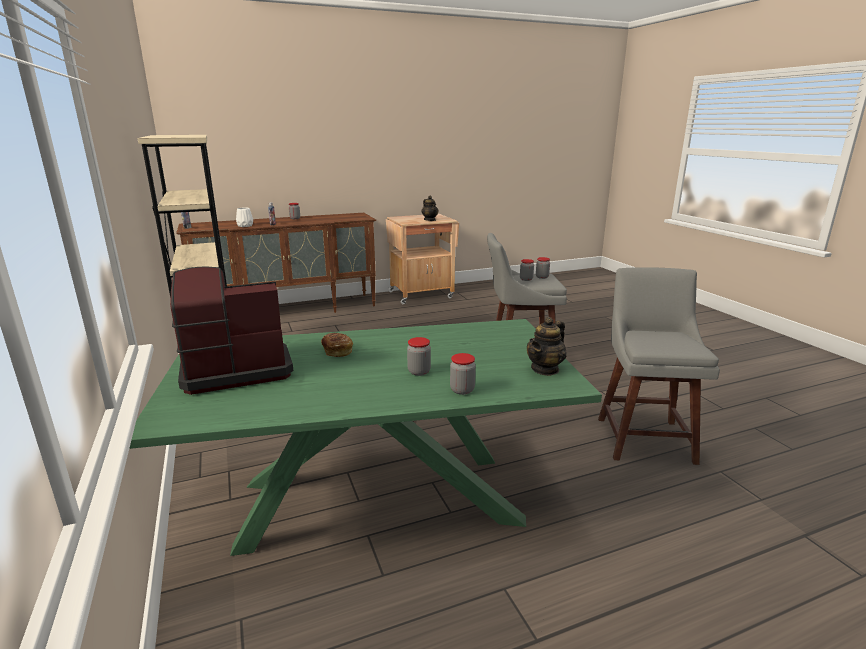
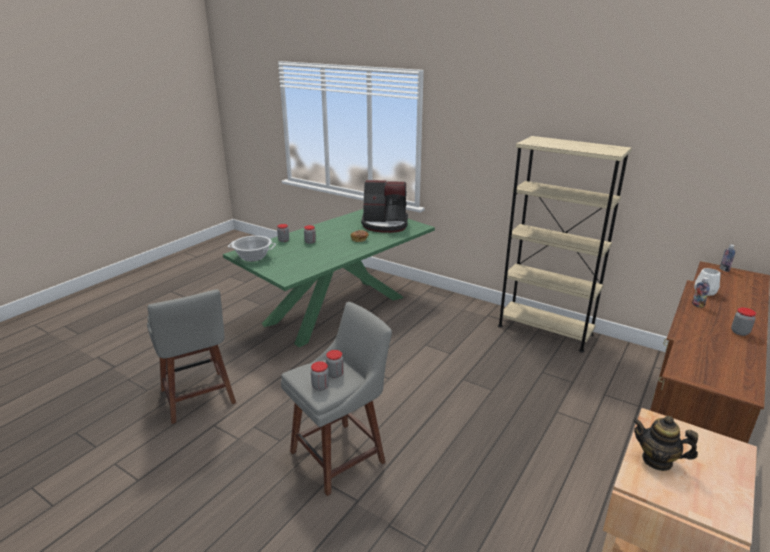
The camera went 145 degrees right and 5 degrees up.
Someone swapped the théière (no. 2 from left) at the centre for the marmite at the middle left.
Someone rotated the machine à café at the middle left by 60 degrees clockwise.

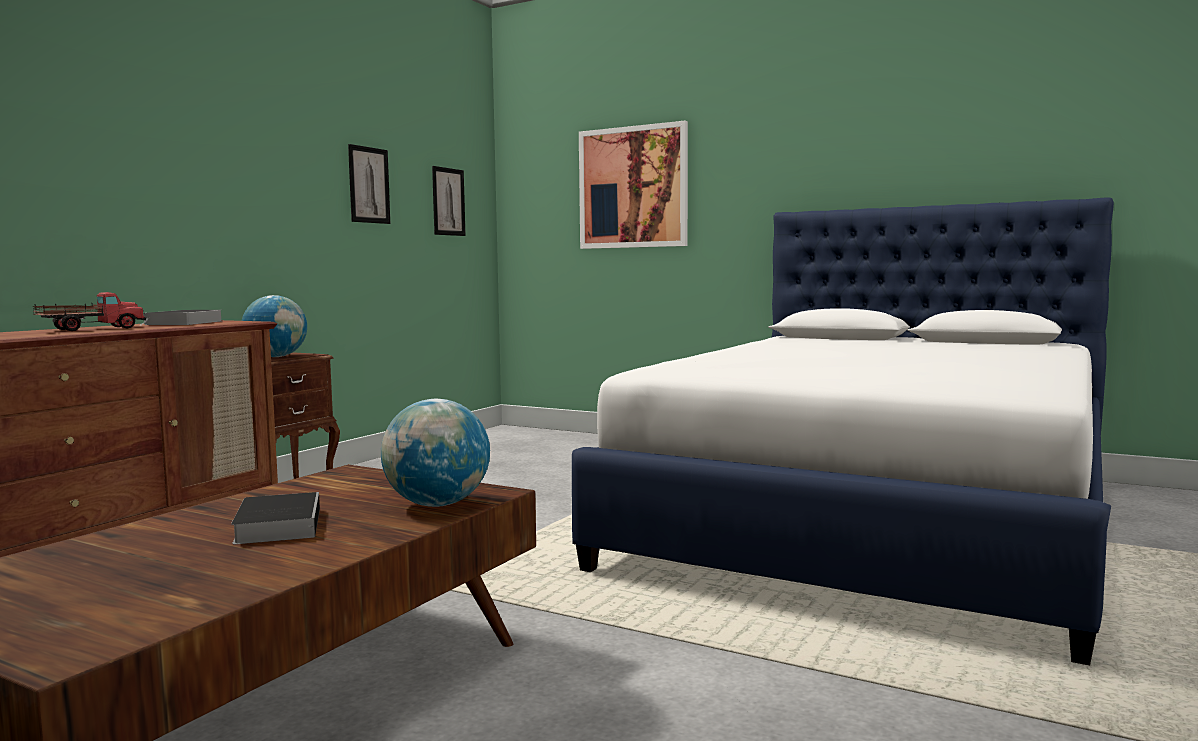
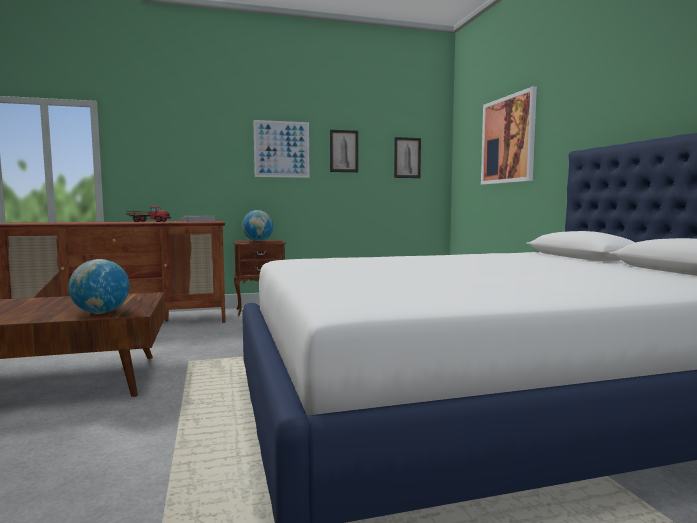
The camera went 45 degrees right and 0 degrees up.
Someone put up the tableau (no. 1 from left) at the top centre.
Someone took away the livre (no. 2 from left) at the bottom left.

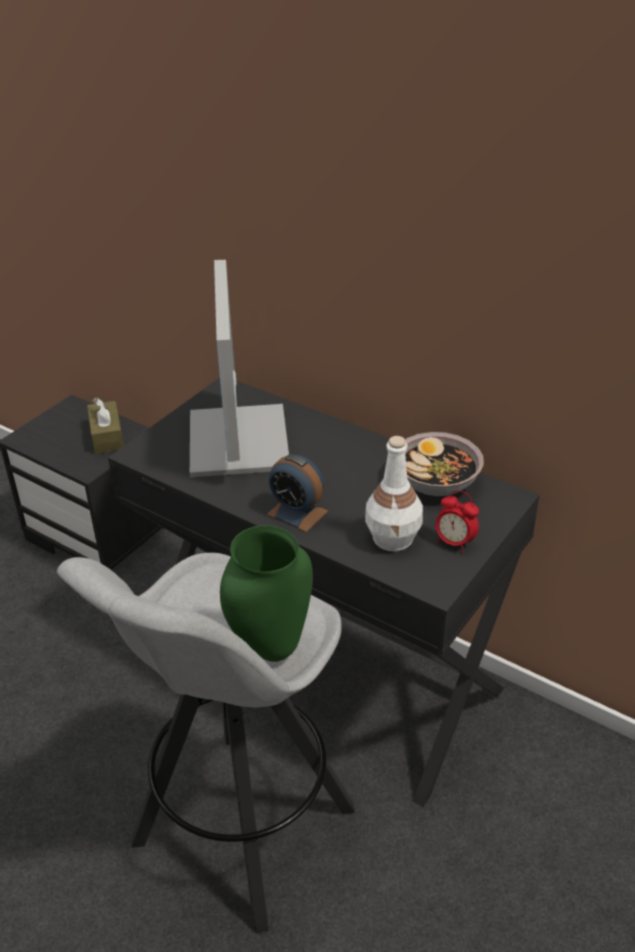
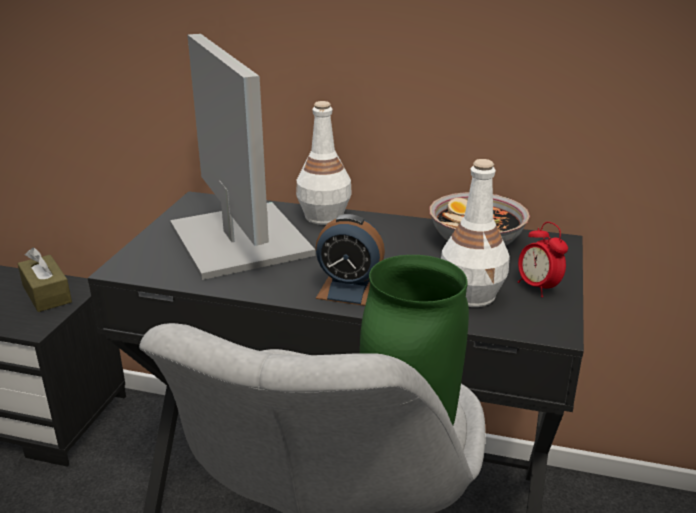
The camera went 20 degrees left and 10 degrees down.
Someone put down the bouteille (blanc) (no. 1 from left) at the top centre.
Someone rotated the réveil (no. 2 from left) at the middle right by 45 degrees clockwise.

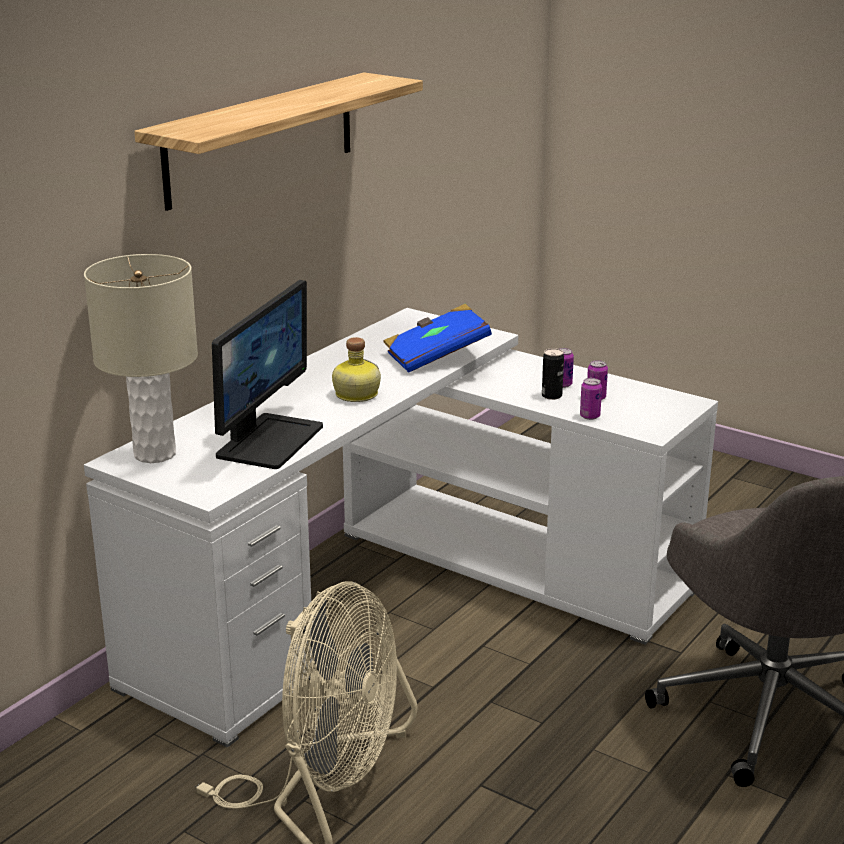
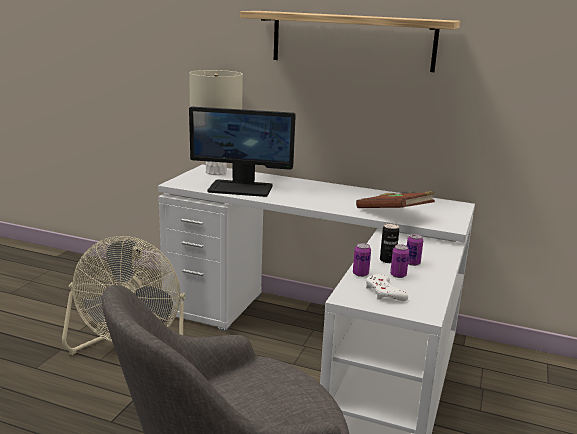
The camera went 75 degrees right and 5 degrees down.
Someone repainted the livre (bleu) at the centre, which became the livre (marron) at the middle right.
Someone put down the manette (blanc) at the middle right.
Someone took away the bouteille at the centre.

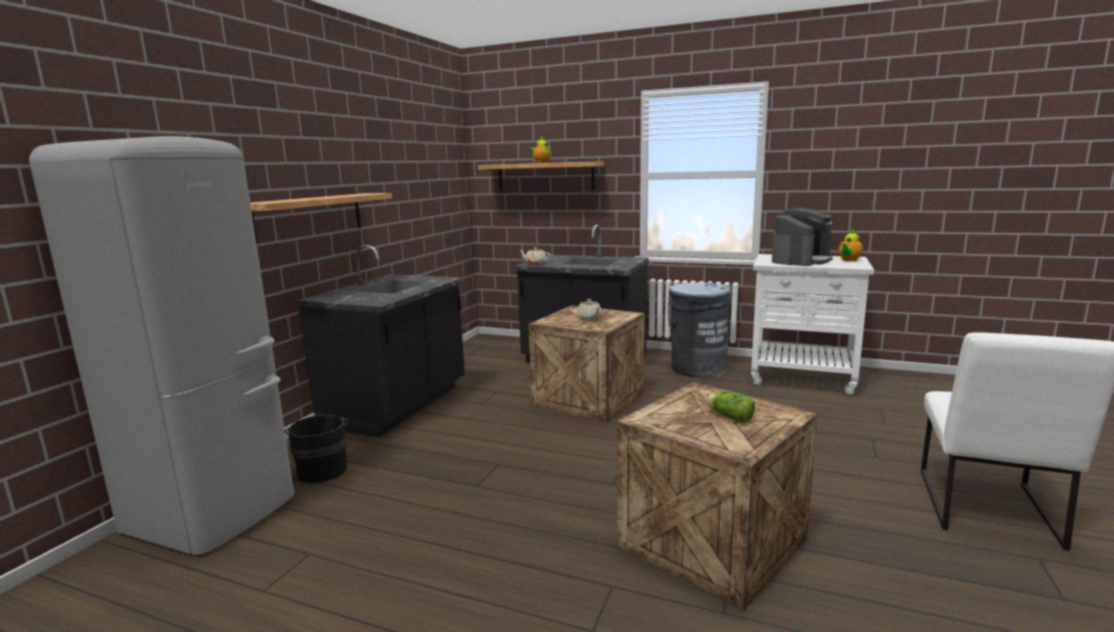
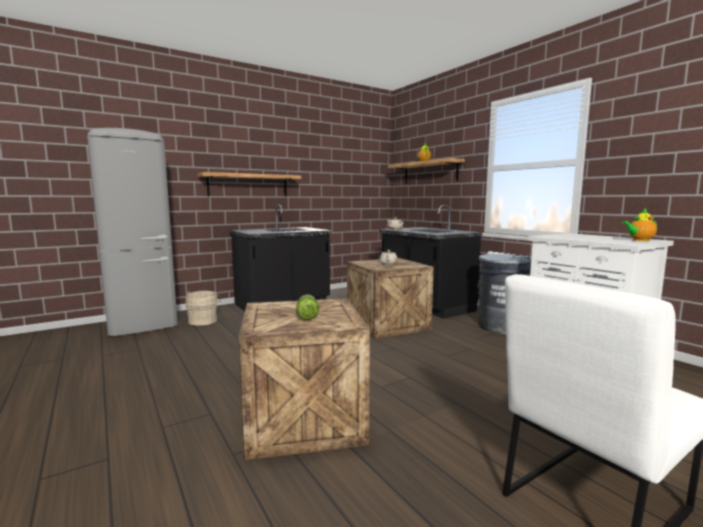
The camera went 35 degrees right and 5 degrees down.
Someone repainted the seau (noir) at the bottom left, which became the seau (beige) at the middle left.
Someone took away the machine à café at the middle right.

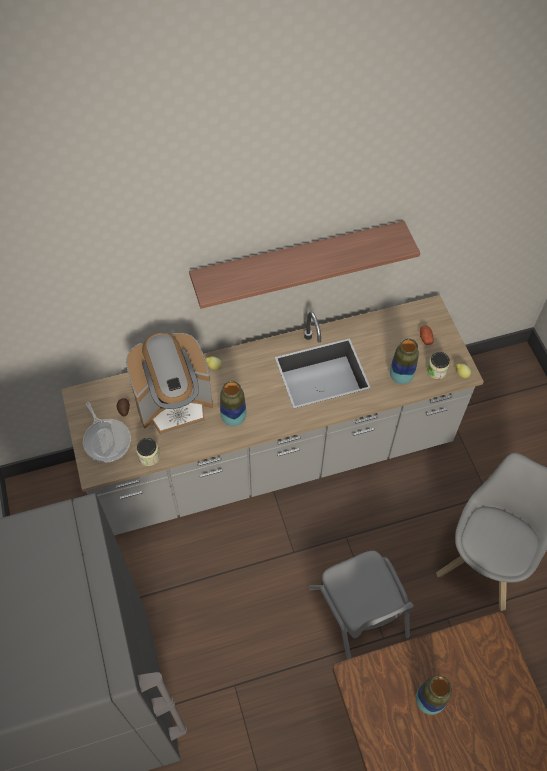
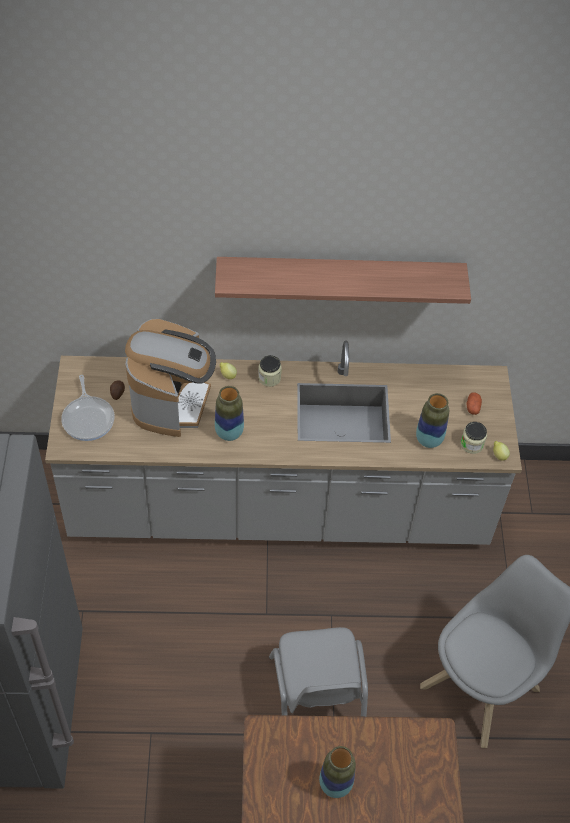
The camera went 15 degrees right and 5 degrees down.
Someone rotated the machine à café at the middle left by 75 degrees counterclockwise.
Someone carried the bocal (no. 1 from left) from the middle left to the centre.

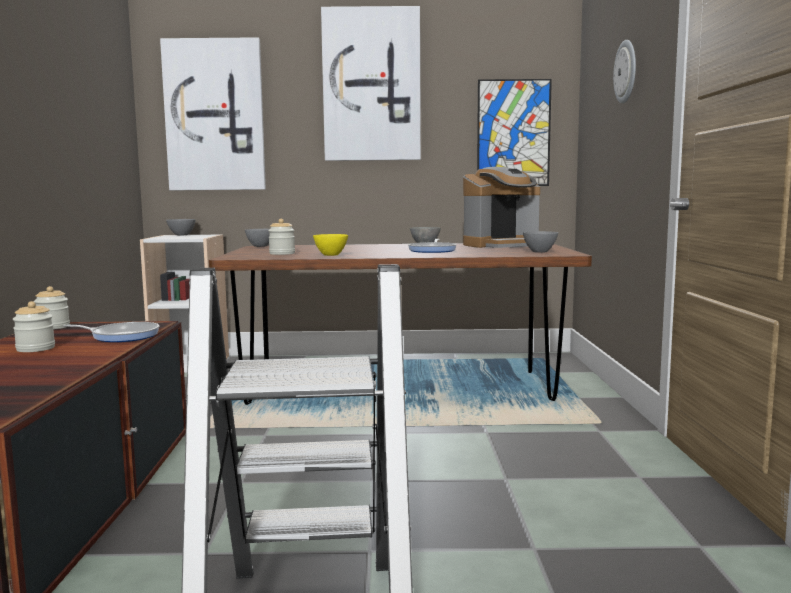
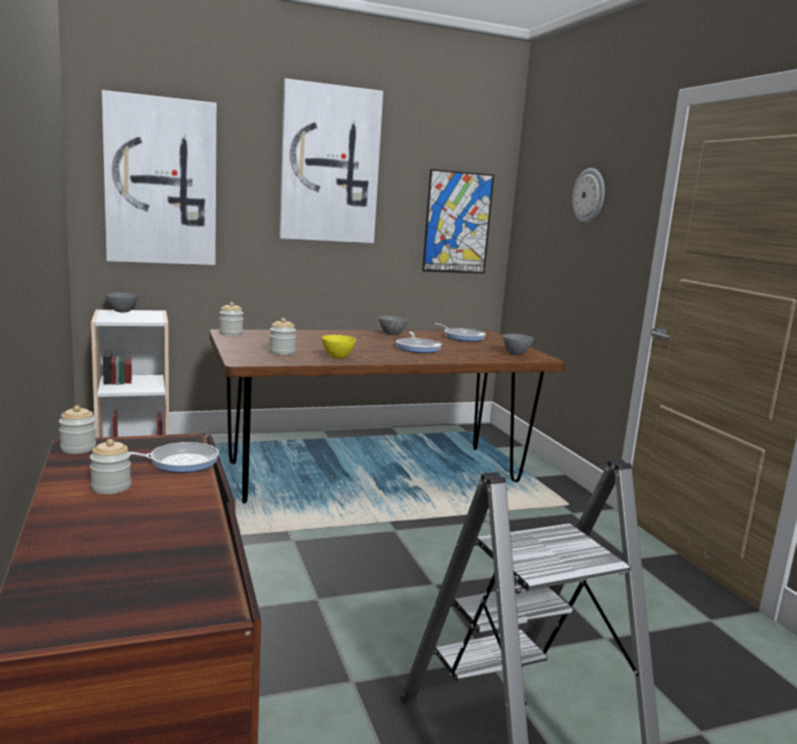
The camera went 20 degrees left and 5 degrees up.
Someone swapped the bol (gris) (no. 2 from left) at the middle left for the bocal (no. 3 from left) at the middle left.
Someone swapped the machine à café at the centre for the poêle (no. 3 from left) at the centre.

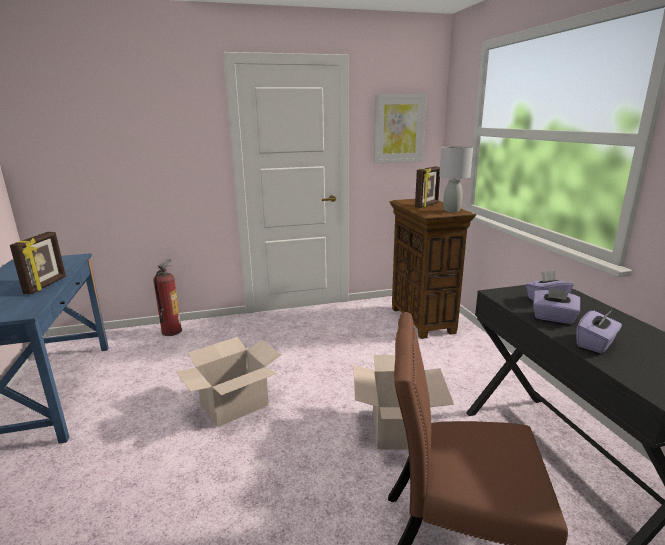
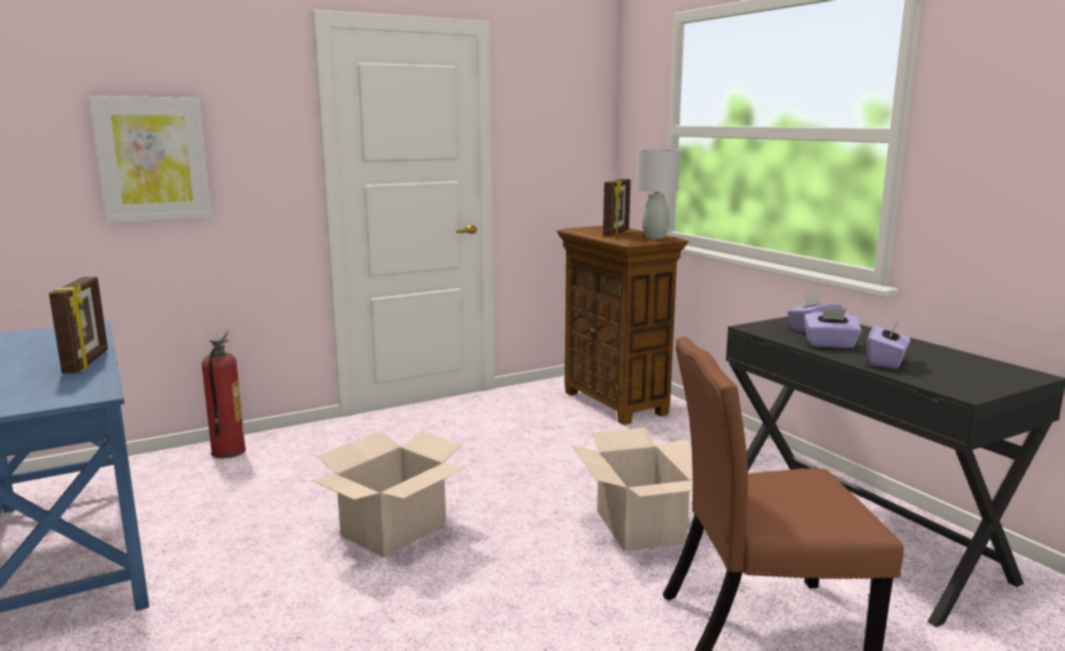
The camera went 15 degrees left and 5 degrees down.
Someone carried the tableau from the top centre to the top left.

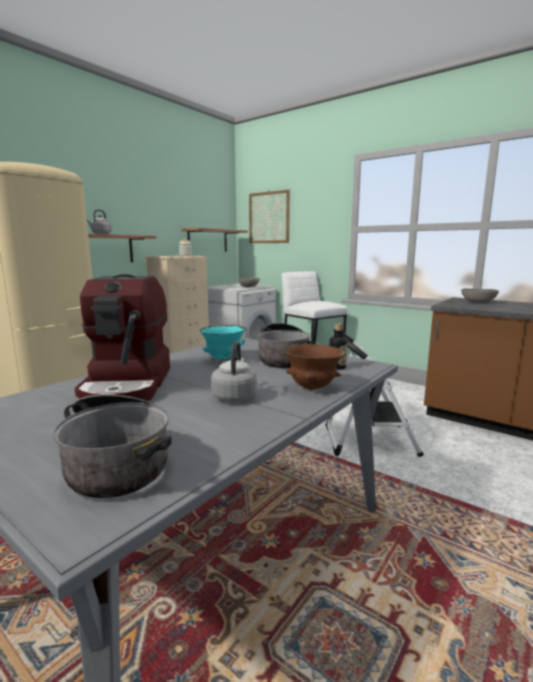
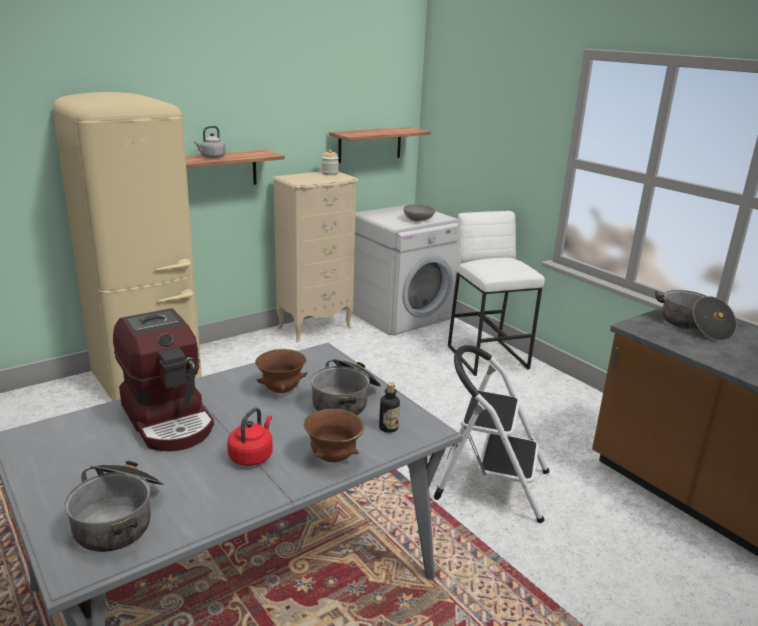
The camera went 15 degrees right and 10 degrees up.
Someone rotated the machine à café at the middle left by 45 degrees counterclockwise.
Someone repainted the bouilloire (gris) (no. 2 from left) at the centre, which became the bouilloire (rouge) at the bottom left.
Someone repainted the bol (turquoise) at the centre, which became the bol (marron) (no. 1 from left) at the centre.
Someone swapped the bol (gris) (no. 2 from left) at the middle right for the marmite (no. 3 from left) at the middle right.
Someone took away the tableau at the top centre.

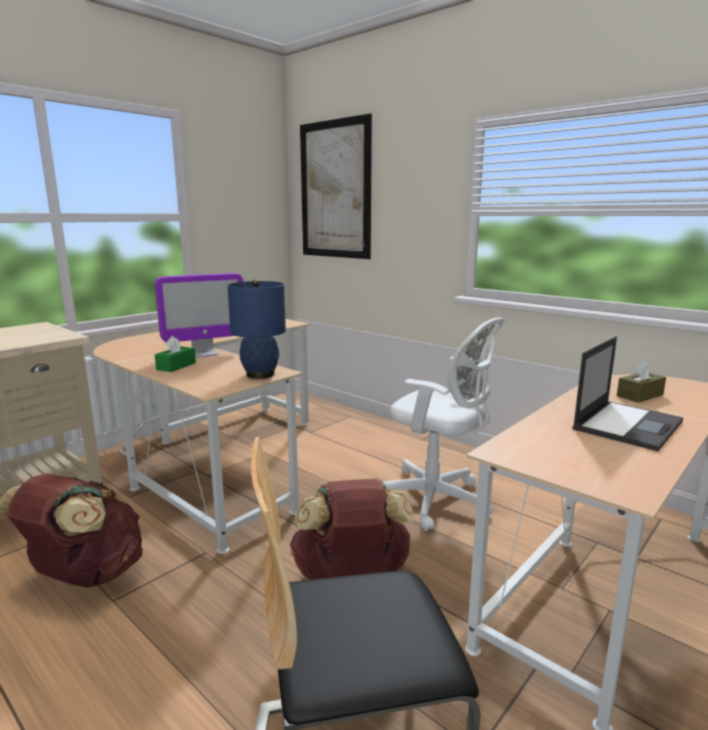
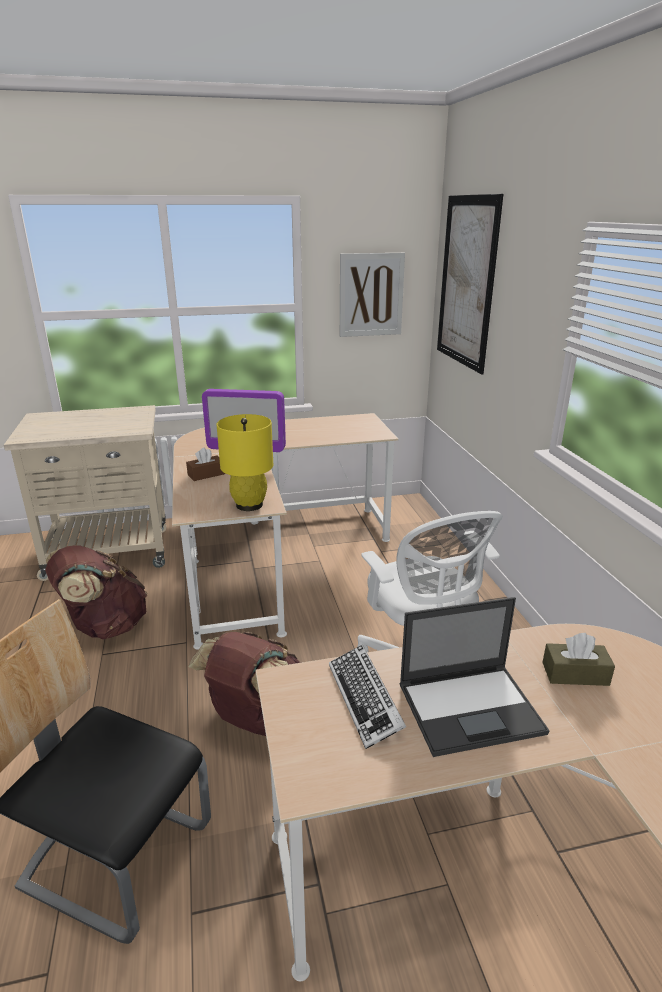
The camera went 35 degrees right and 10 degrees up.
Someone repainted the boîte à mouchoirs (vert) at the middle left, which became the boîte à mouchoirs (marron) (no. 1 from left) at the middle left.
Someone repainted the lampe de table (bleu) at the centre, which became the lampe de table (jaune) at the centre.
Someone put down the clavier at the bottom centre.
Someone put up the tableau (no. 1 from left) at the top centre.

